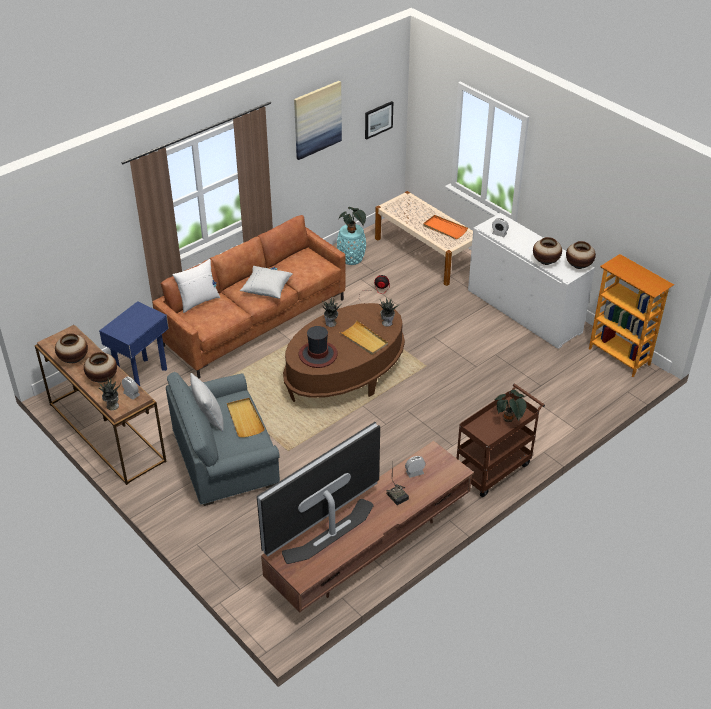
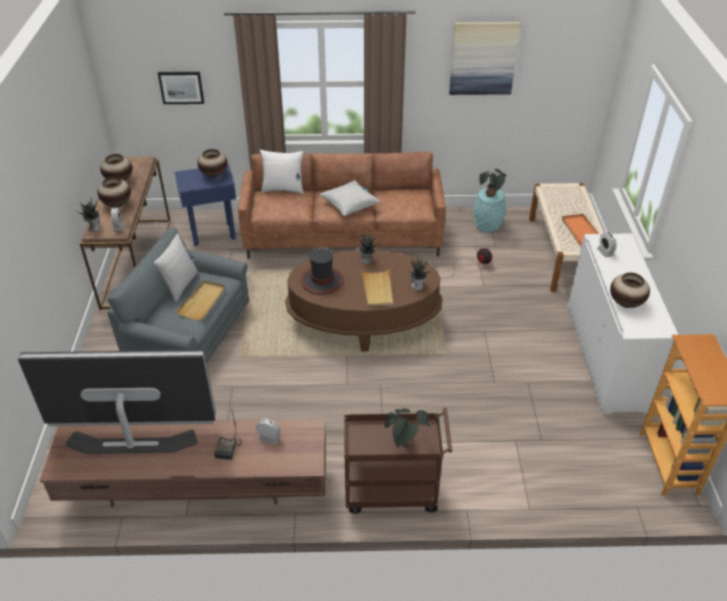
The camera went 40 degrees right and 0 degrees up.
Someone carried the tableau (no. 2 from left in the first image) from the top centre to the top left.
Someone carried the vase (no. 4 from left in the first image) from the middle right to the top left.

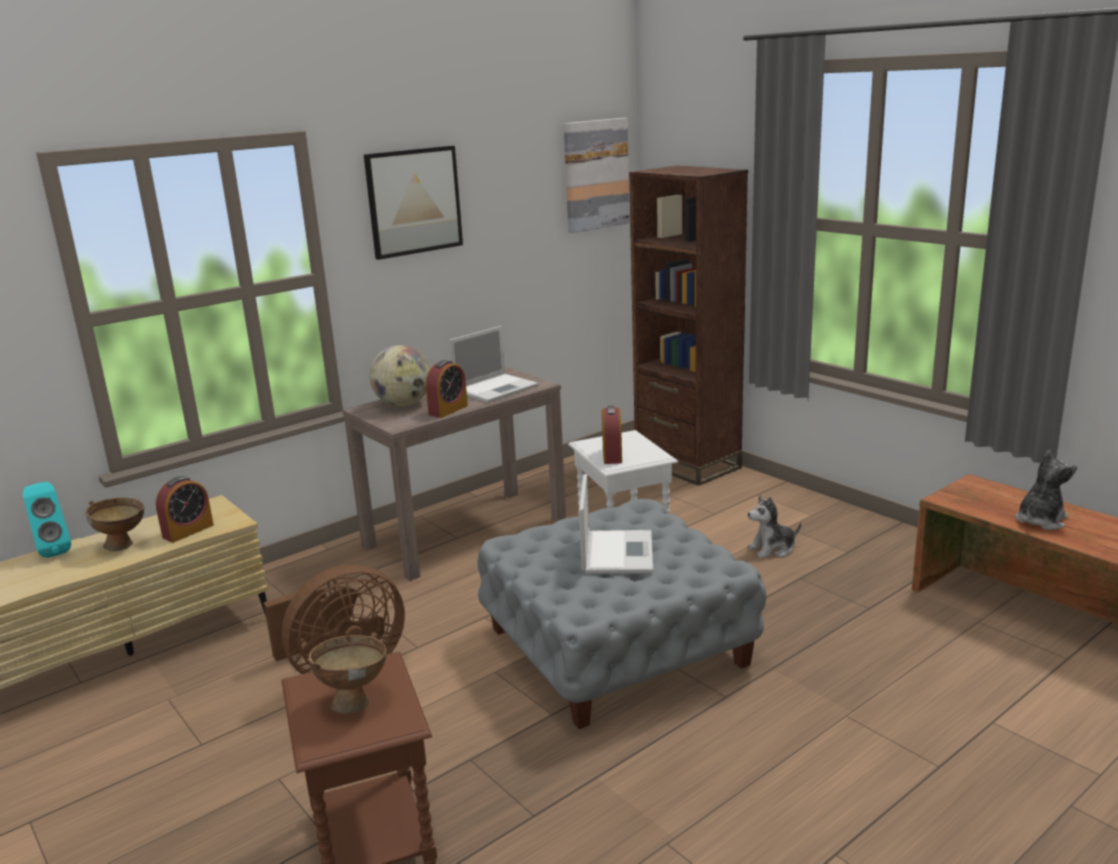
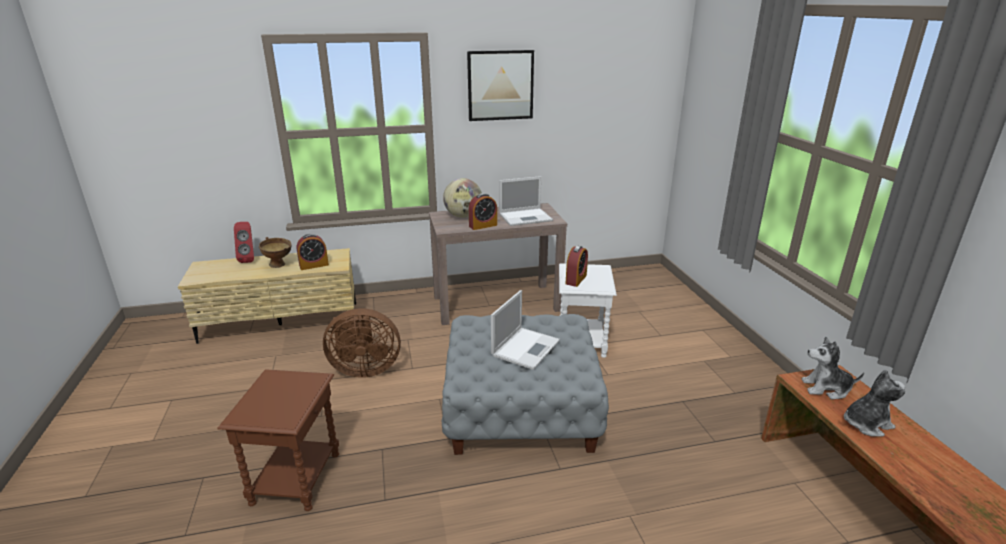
The camera went 25 degrees right and 5 degrees up.
Someone repainted the enceinte (turquoise) at the middle left, which became the enceinte (rouge) at the middle left.
Someone carried the peluche (no. 1 from left) from the middle right to the bottom right.
Someone took away the bol (marron) (no. 2 from left) at the bottom left.
Someone took away the tableau (no. 2 from left) at the top centre.
Someone took away the bibliothèque (marron) at the centre.

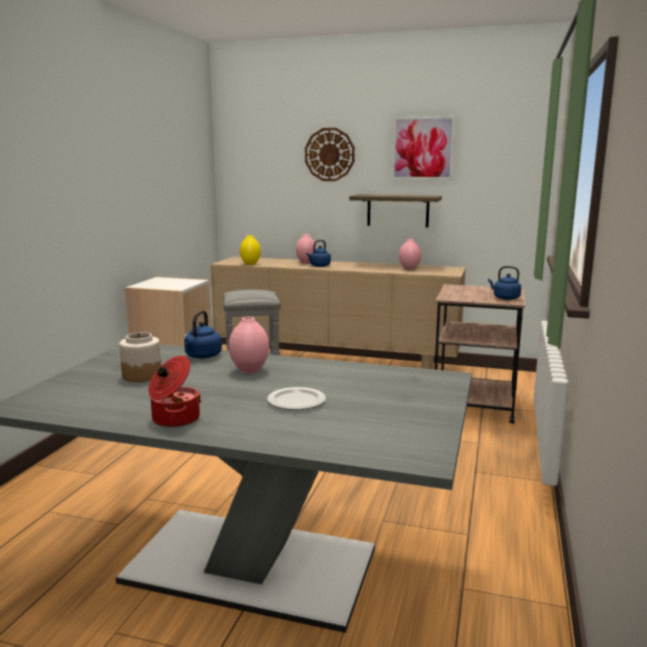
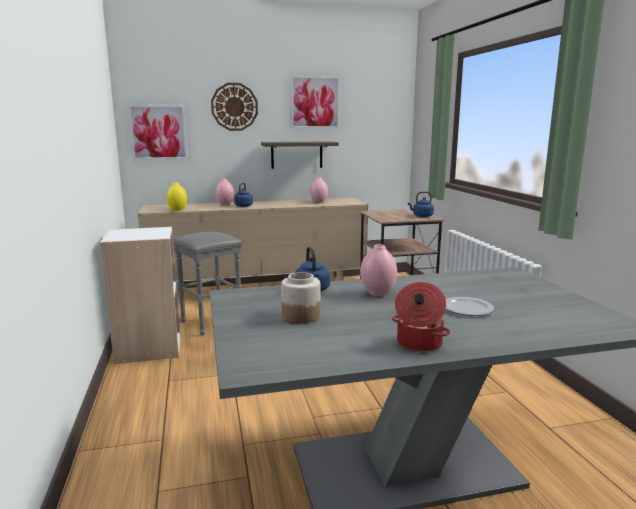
The camera went 30 degrees left and 0 degrees up.
Someone put up the tableau (no. 1 from left) at the top left.

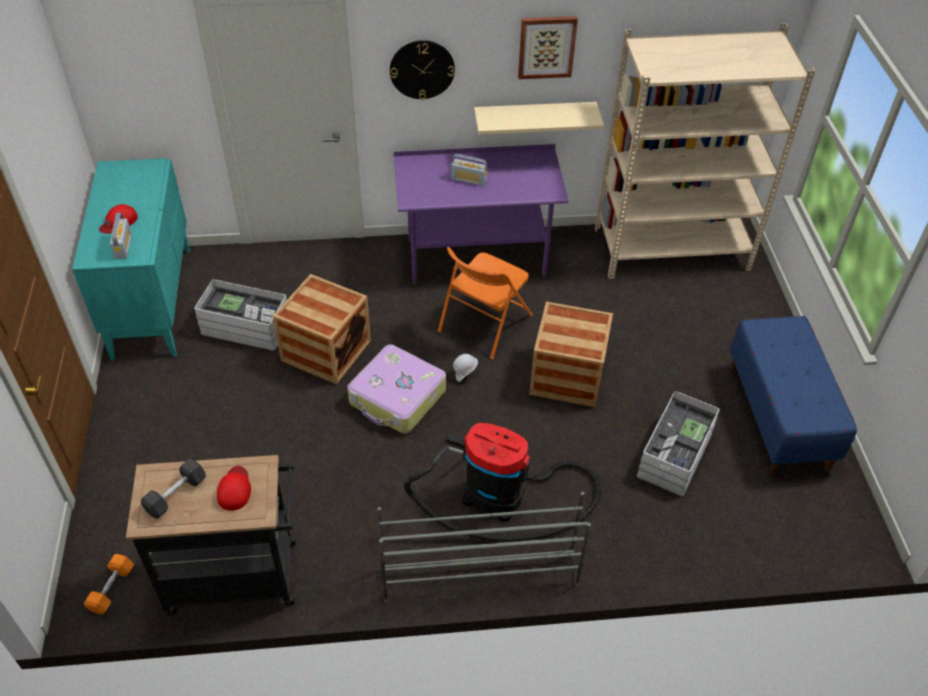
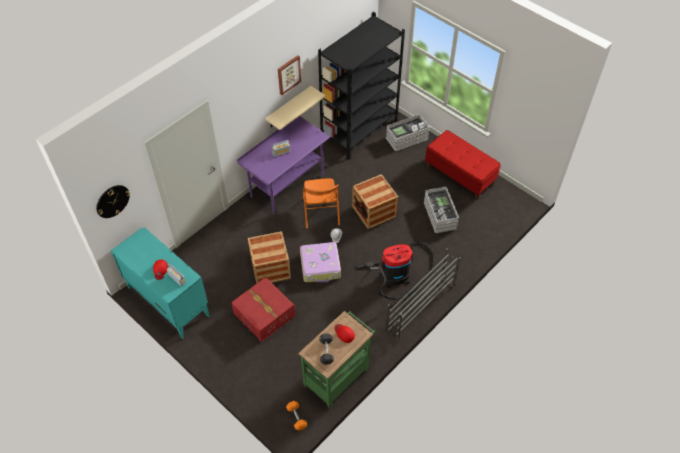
The camera went 40 degrees left and 5 degrees up.
Someone carried the horloge murale from the top centre to the middle left.
Someone put down the boîte de rangement (rouge) at the bottom centre.
Someone repainted the chariot (noir) at the bottom left, which became the chariot (vert) at the bottom centre.
Someone repainted the bibliothèque (beige) at the top right, which became the bibliothèque (noir) at the top centre.
Someone carried the boîte de rangement (gris) (no. 1 from left) from the middle left to the top centre.
Someone repainted the banc (bleu) at the middle right, which became the banc (rouge) at the middle right.

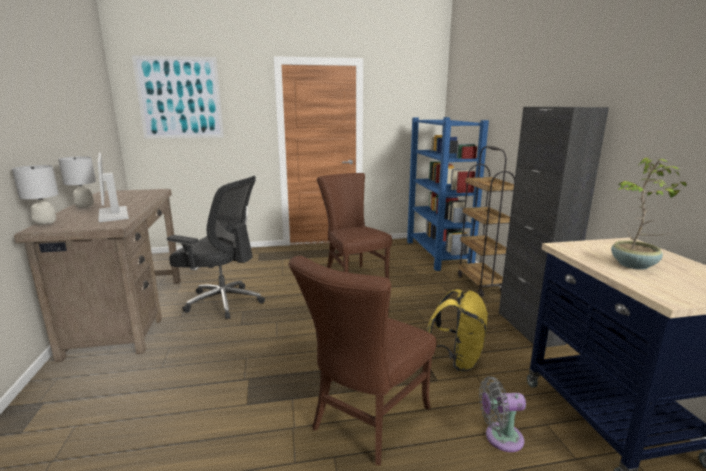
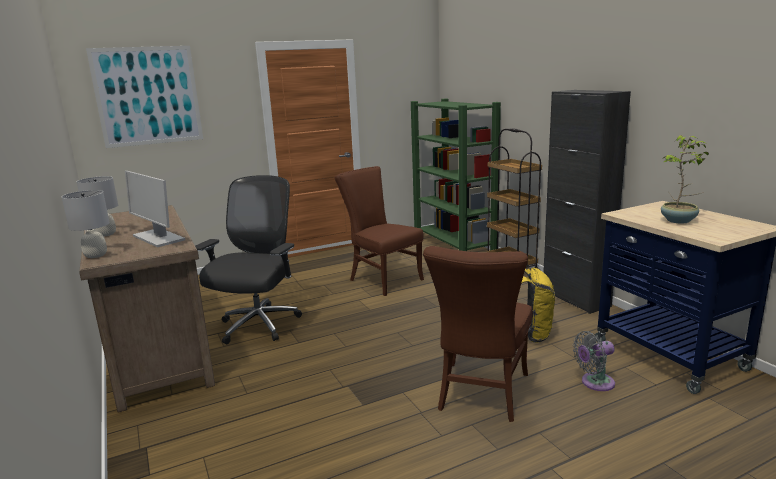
The camera went 15 degrees left and 0 degrees up.
Someone rotated the chaise de bureau at the middle left by 75 degrees counterclockwise.
Someone repainted the bibliothèque (bleu) at the centre, which became the bibliothèque (vert) at the centre.

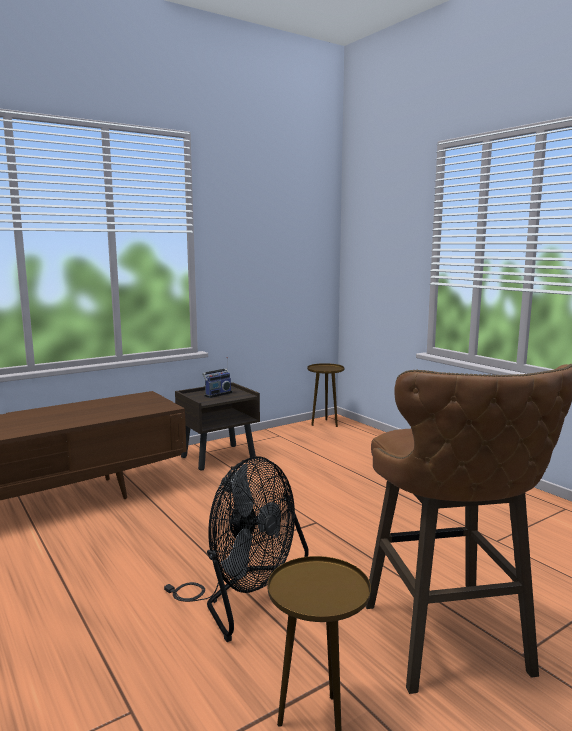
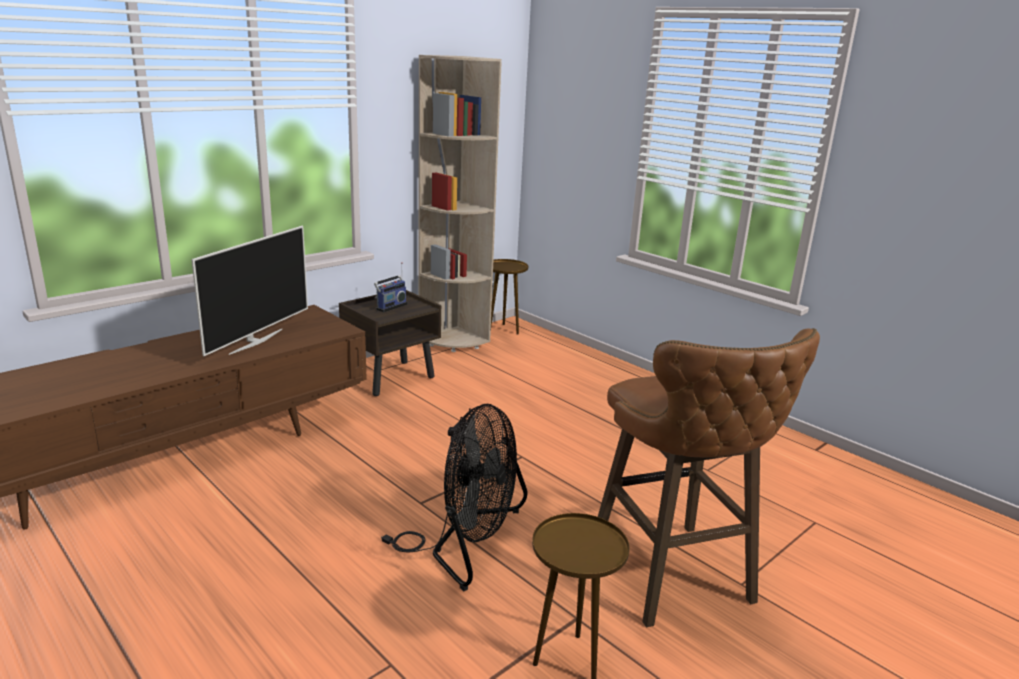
The camera went 10 degrees left and 10 degrees up.
Someone put down the téléviseur at the middle left.
Someone put down the bibliothèque (beige) at the top centre.

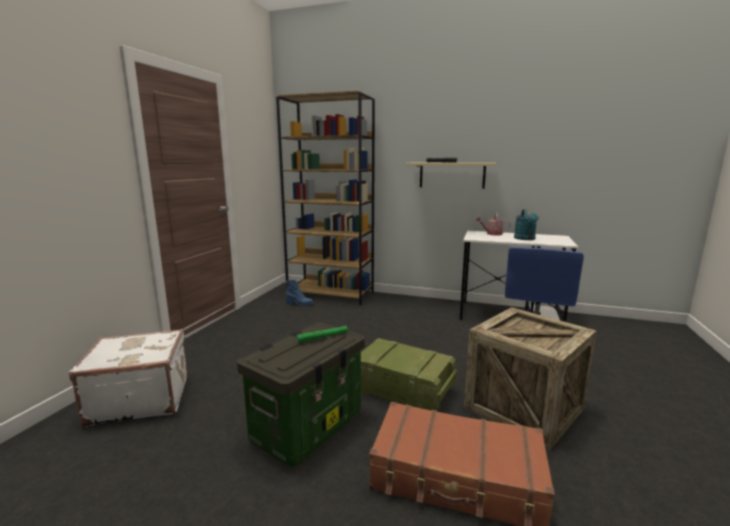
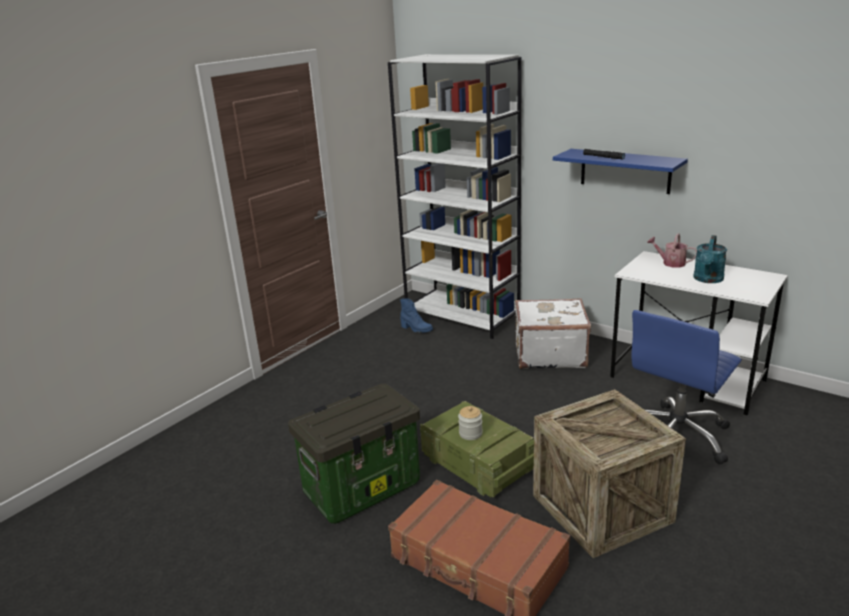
The camera went 20 degrees right and 10 degrees up.
Someone repainted the bibliothèque (marron) at the centre, which became the bibliothèque (blanc) at the top centre.
Someone put down the bocal at the bottom centre.
Someone carried the valise (blanc) from the bottom left to the centre.
Someone repainted the étagère (beige) at the centre, which became the étagère (bleu) at the top right.
Someone took away the lampe de poche (vert) at the centre.

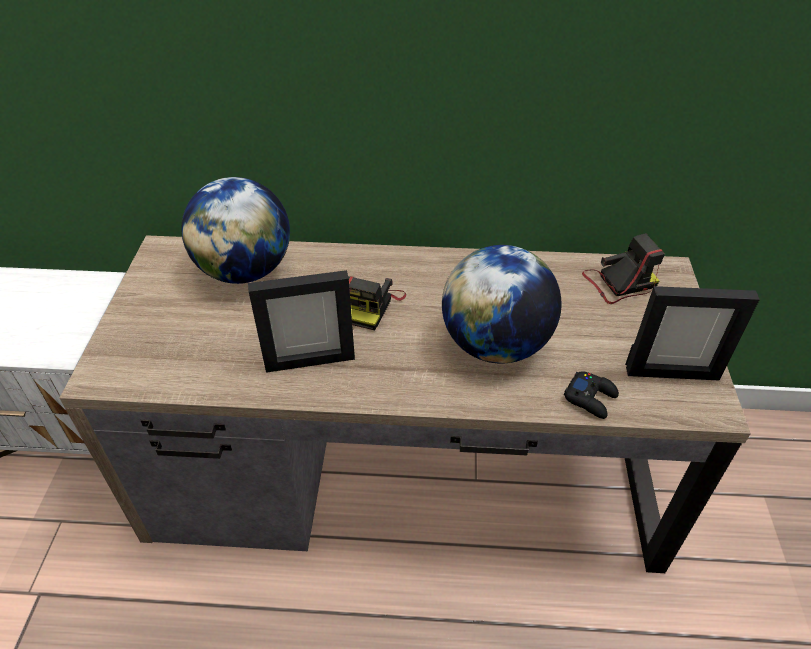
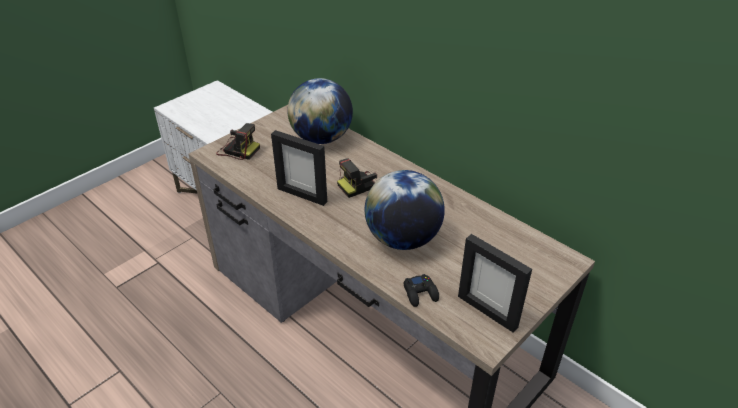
The camera went 40 degrees right and 5 degrees down.
Someone carried the appareil photo (no. 2 from left in the first image) from the middle right to the middle left.

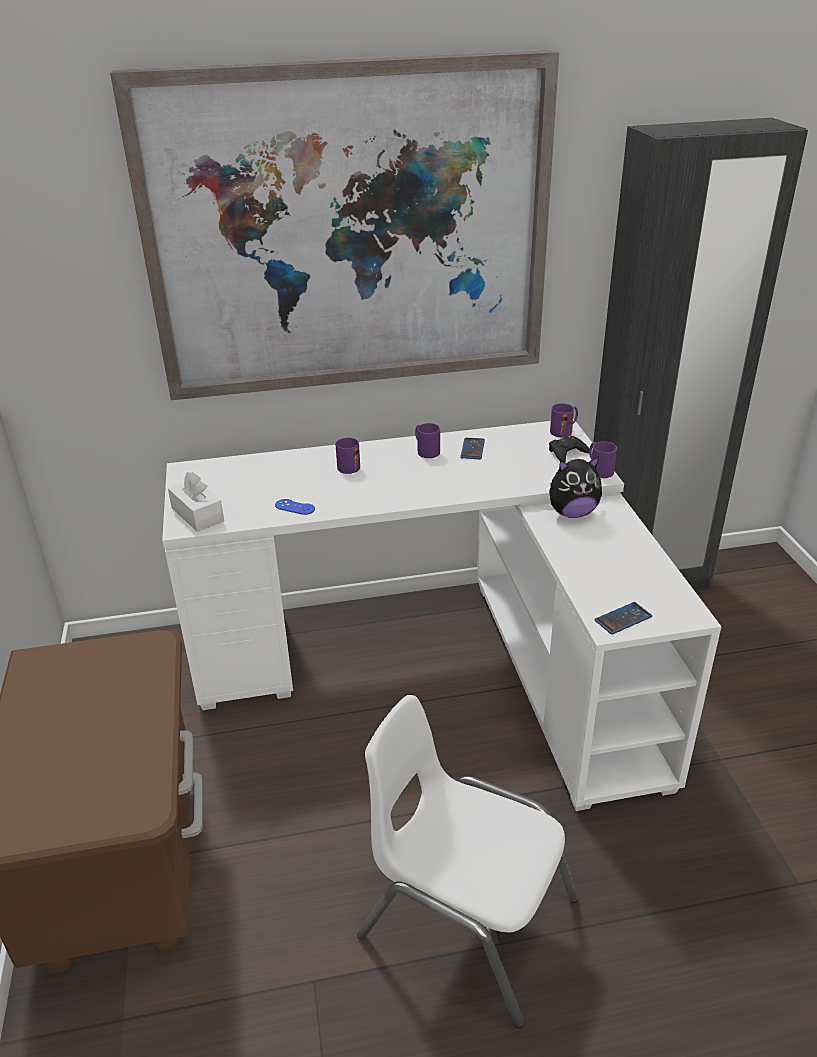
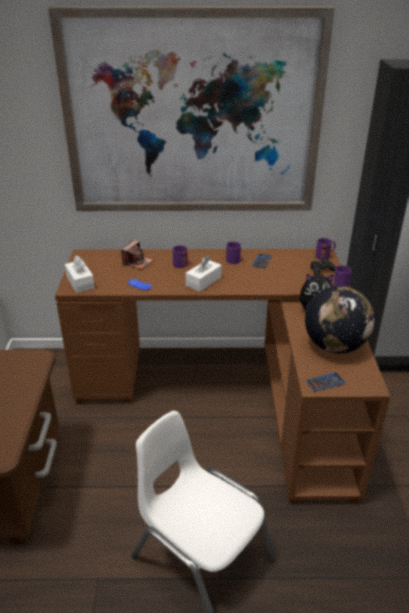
The camera went 10 degrees right and 0 degrees up.
Someone repainted the bureau (blanc) at the centre, which became the bureau (marron) at the centre.
Someone put down the appareil photo at the centre.
Someone put down the boîte à mouchoirs (blanc) (no. 2 from left) at the centre.
Someone put down the globe at the middle right.

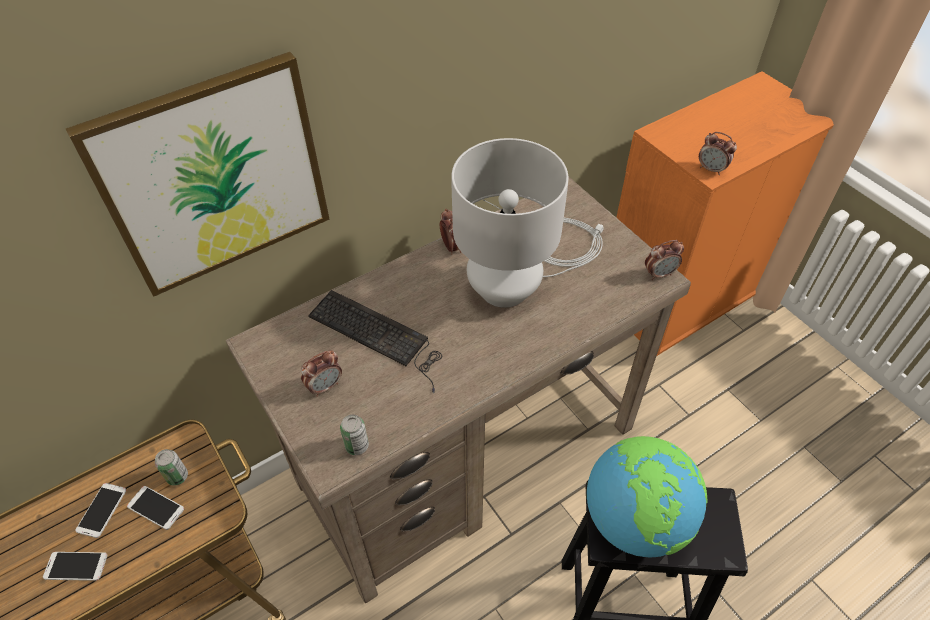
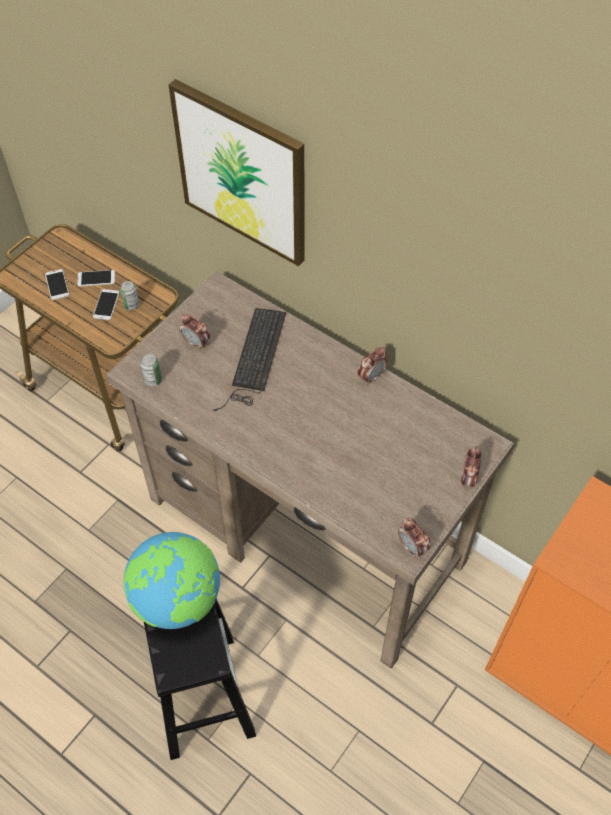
The camera went 70 degrees right and 5 degrees up.
Someone carried the réveil (no. 4 from left) from the top right to the middle right.
Someone took away the lampe de table (gris) at the centre.

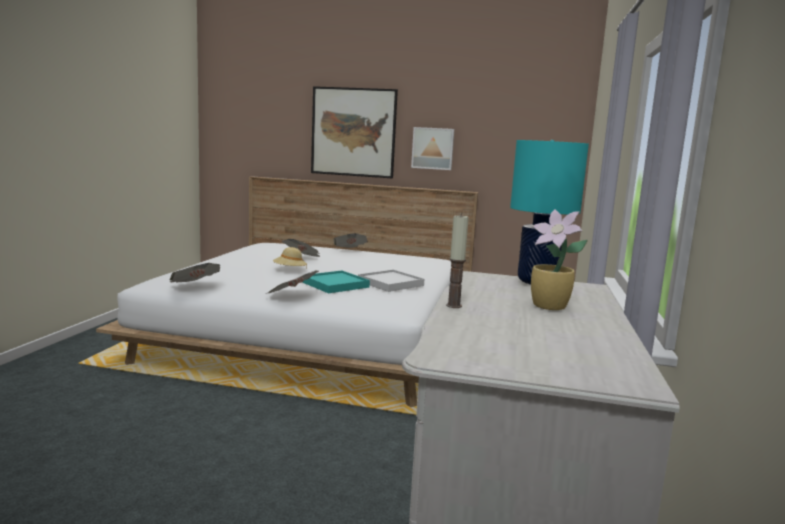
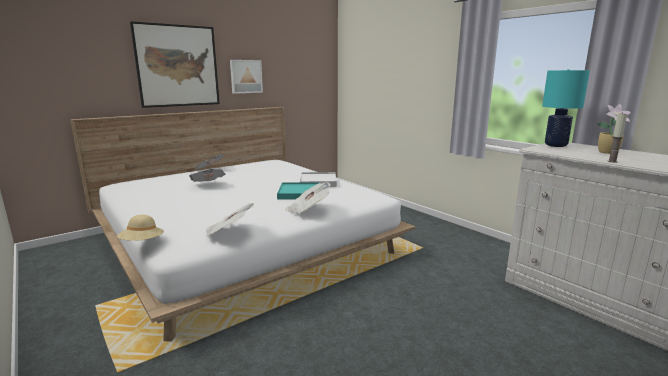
The camera went 50 degrees left and 5 degrees up.
Someone carried the chapeau (beige) from the centre to the middle left.

